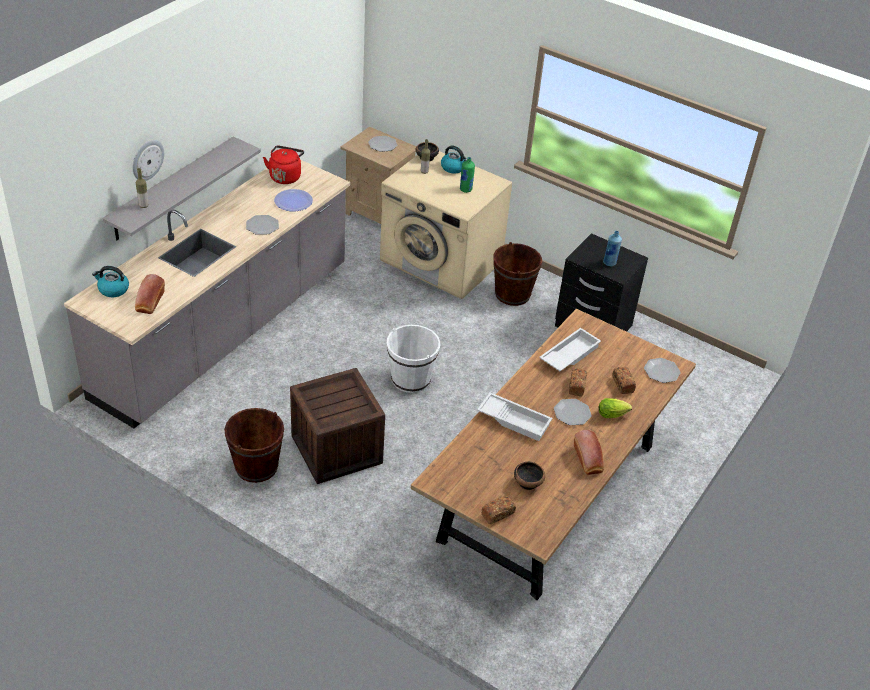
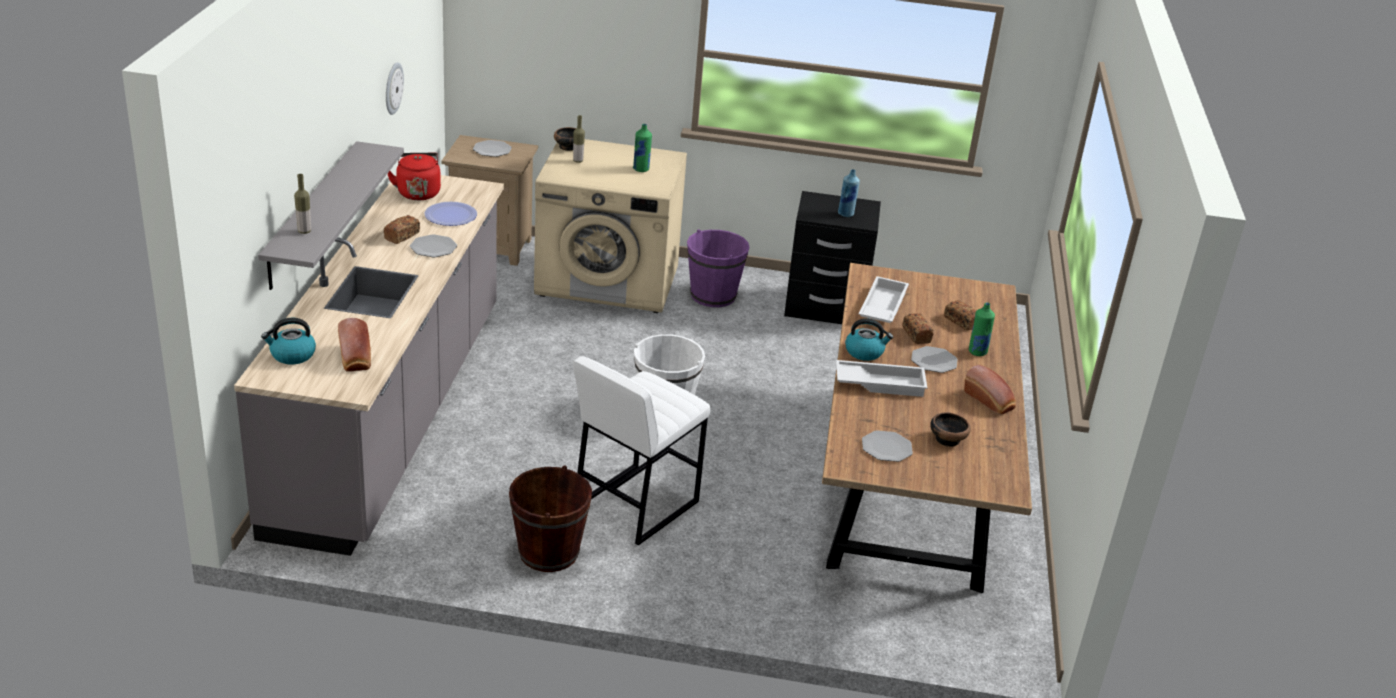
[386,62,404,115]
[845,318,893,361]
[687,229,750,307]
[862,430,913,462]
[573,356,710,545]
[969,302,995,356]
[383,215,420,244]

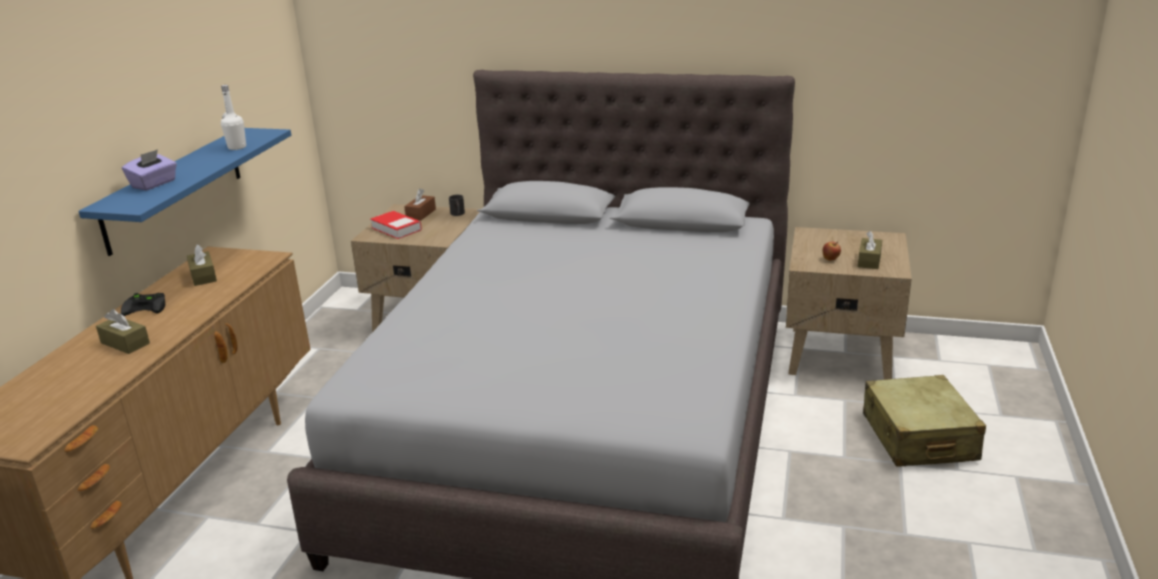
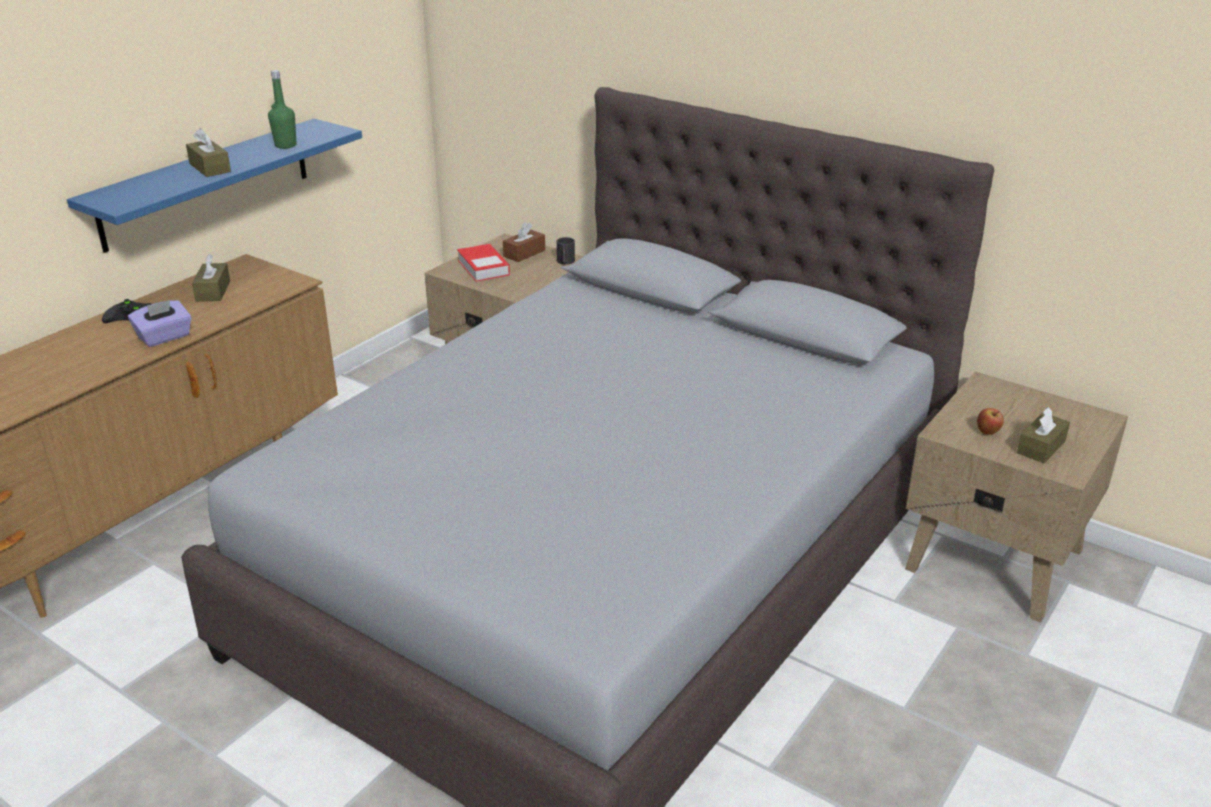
[268,70,297,149]
[128,300,192,347]
[186,128,231,177]
[863,375,986,467] (first image)

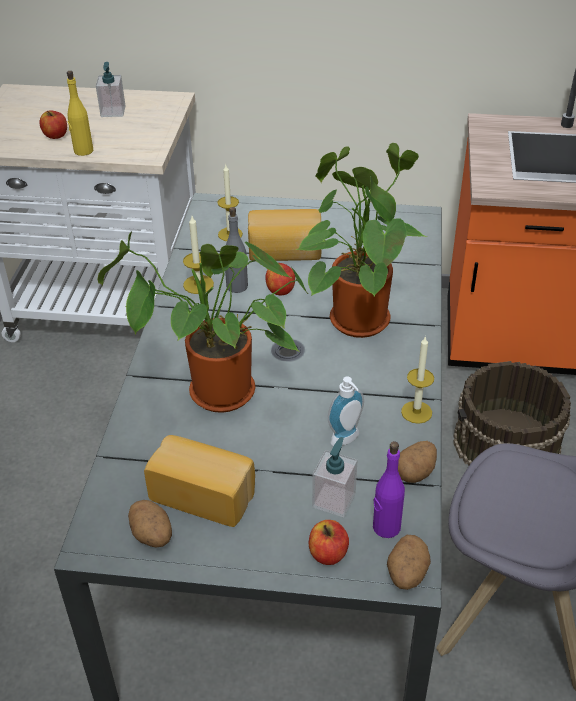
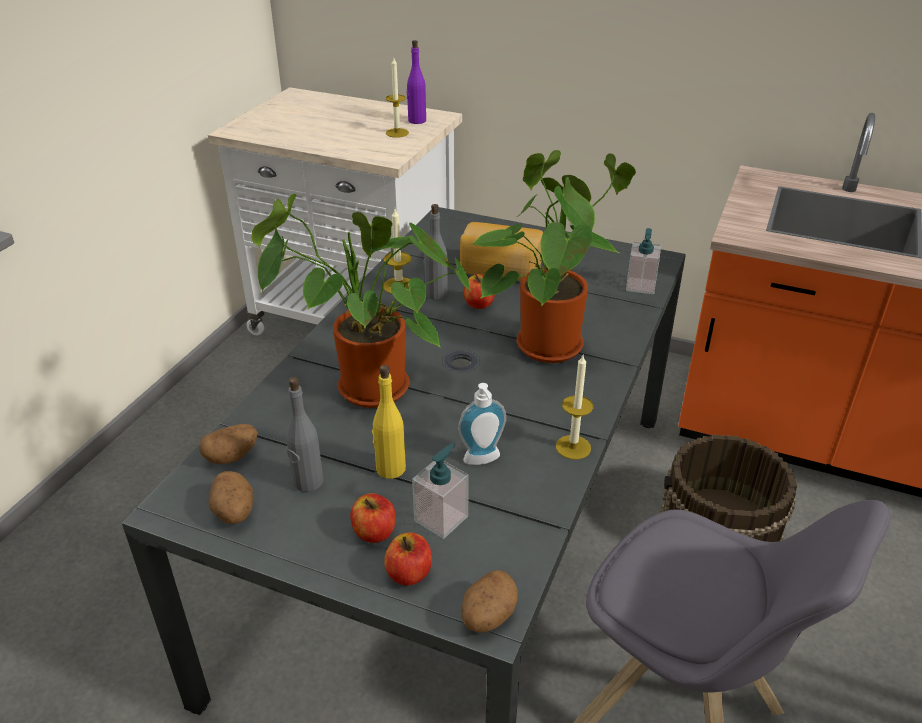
[626,228,661,294]
[372,365,406,479]
[350,493,396,543]
[386,58,409,138]
[286,377,324,492]
[407,40,426,124]
[199,424,258,464]

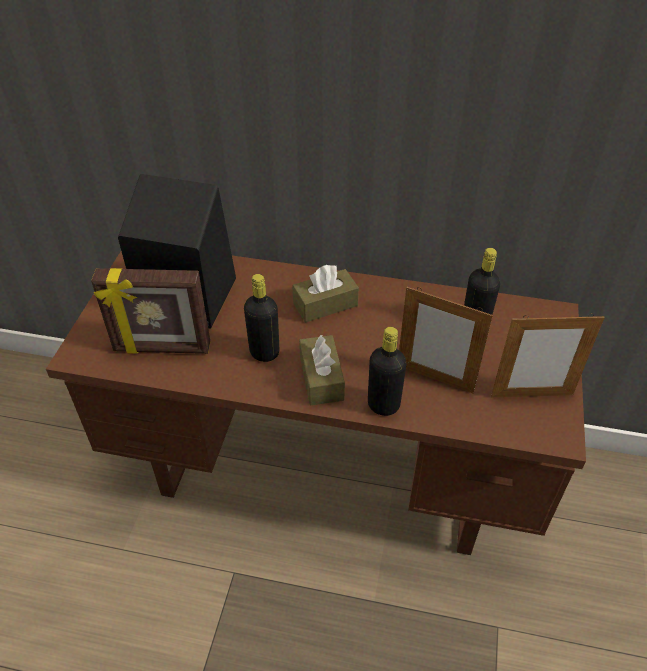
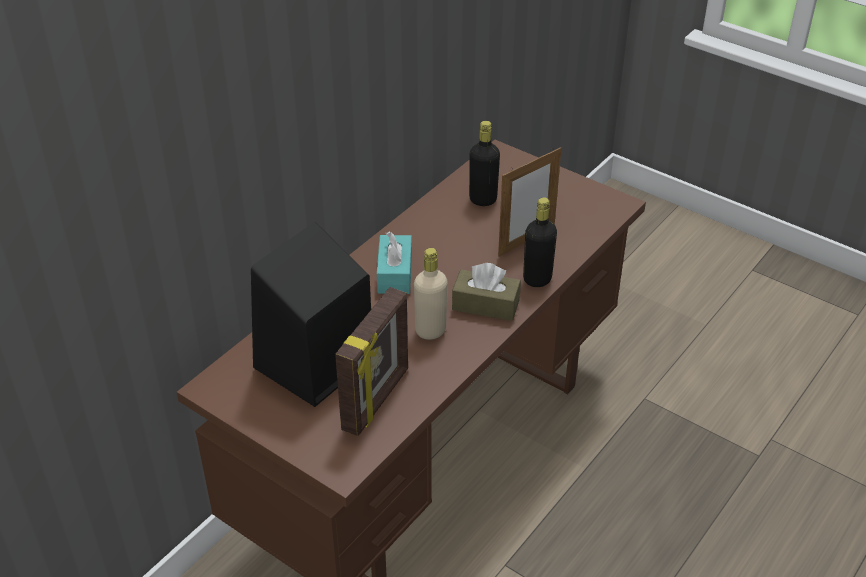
[377,231,412,294]
[414,248,448,340]
[491,313,605,397] (first image)

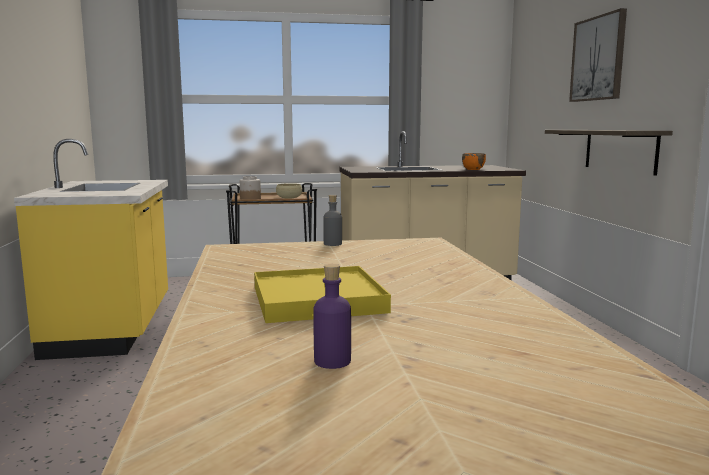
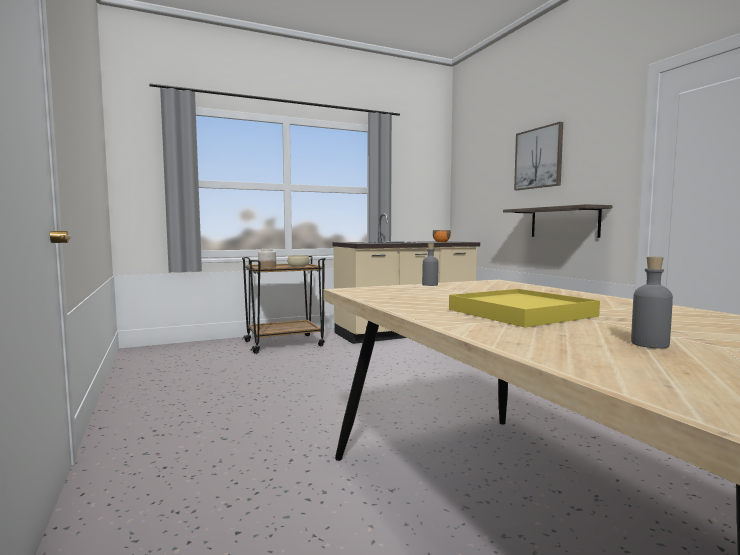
[14,139,168,360] (first image)
[631,257,673,348]

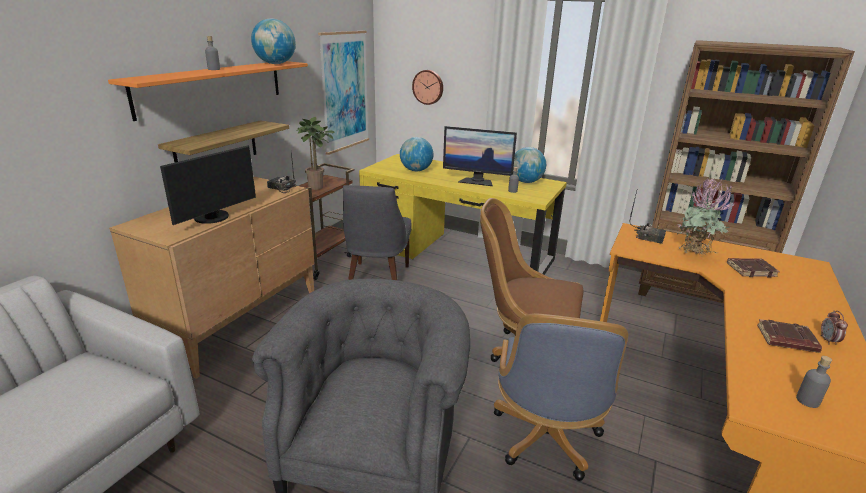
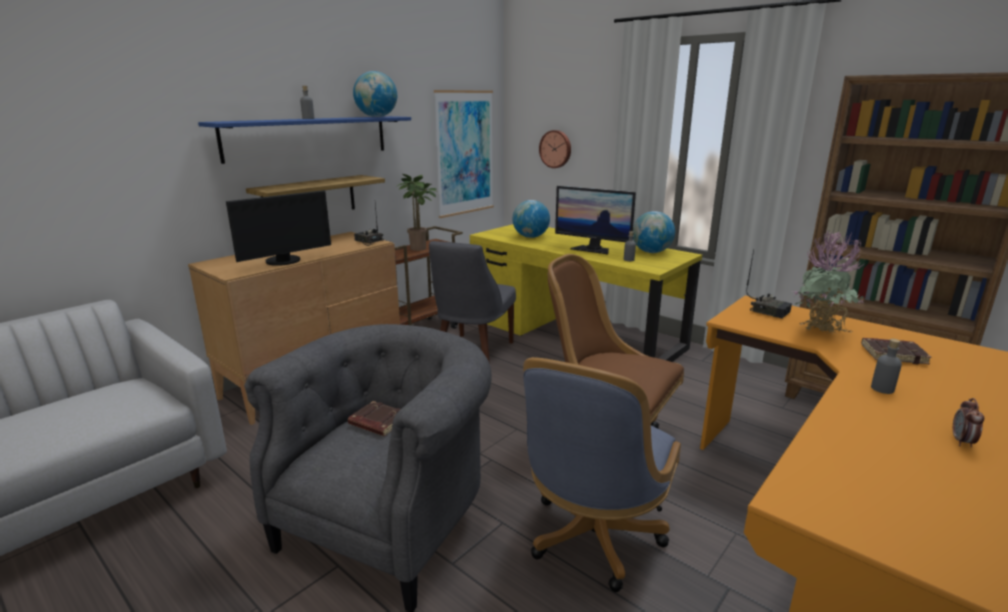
[198,116,411,164]
[348,401,401,436]
[871,339,902,394]

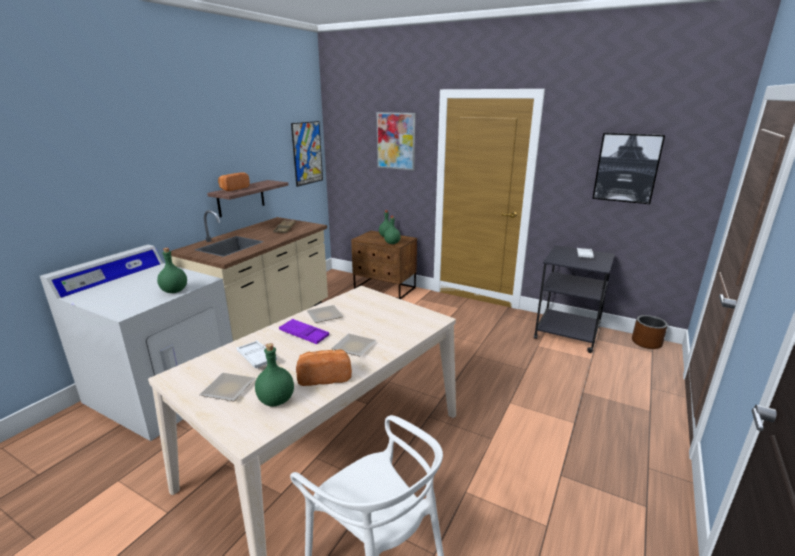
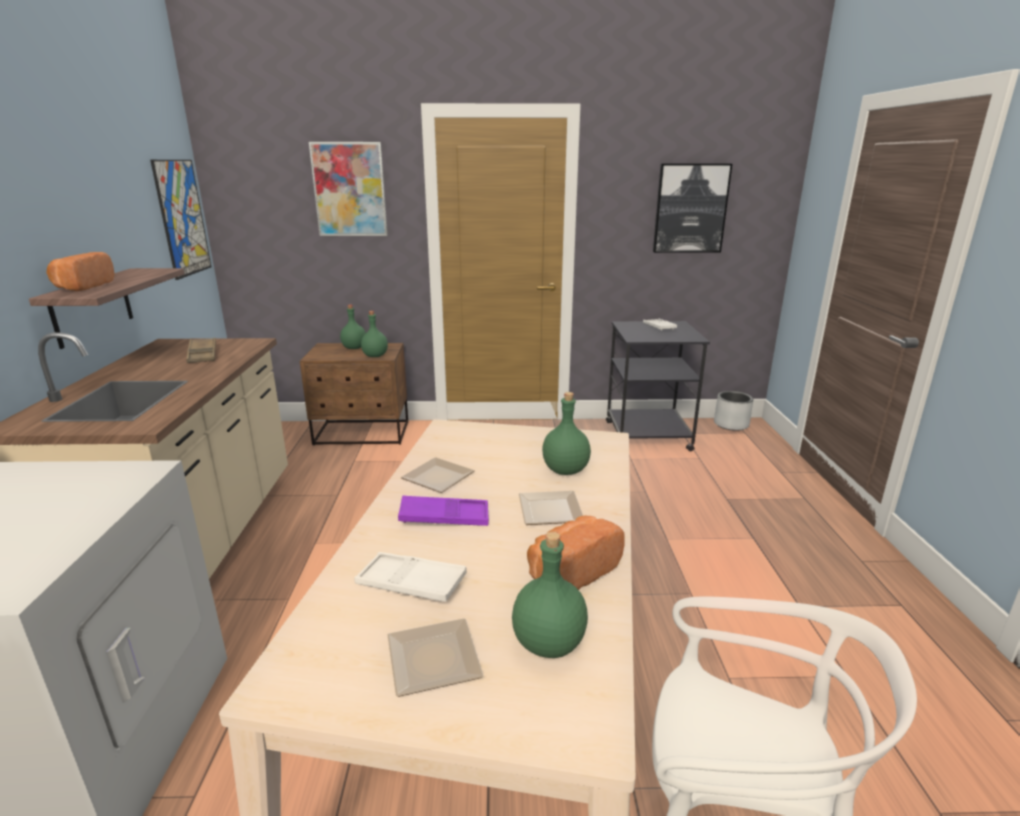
[542,392,591,475]
[714,391,753,431]

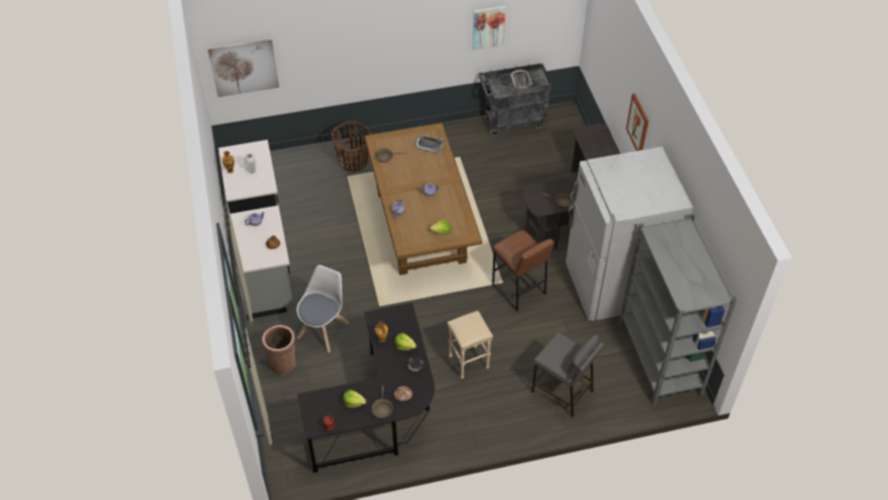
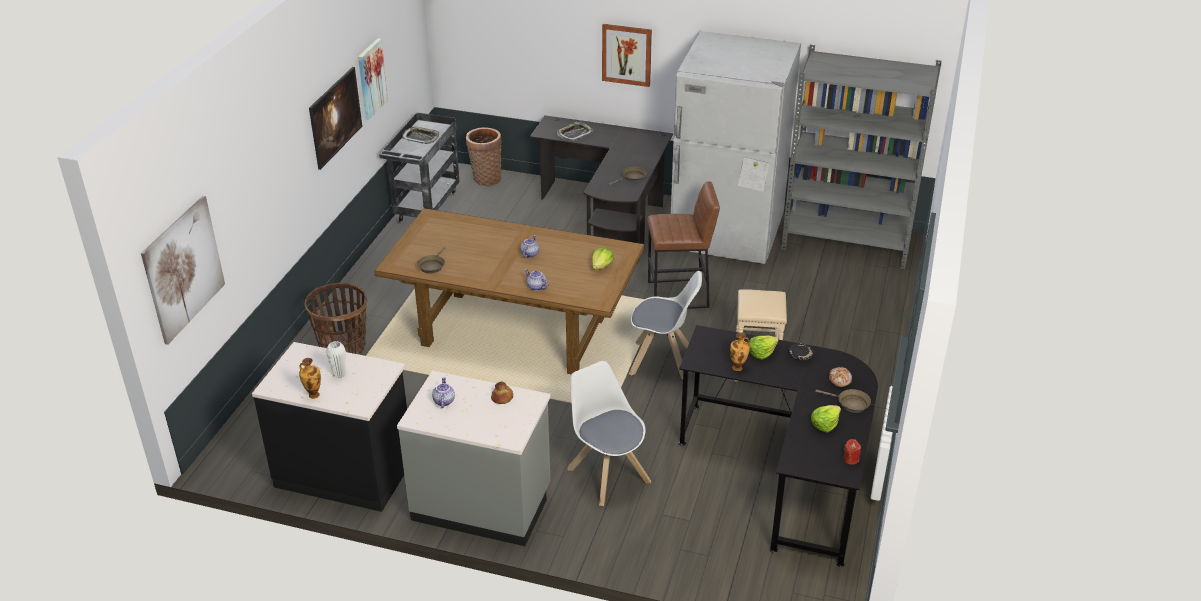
[557,122,593,140]
[466,127,502,186]
[532,332,604,417] (first image)
[309,67,362,170]
[629,271,702,379]

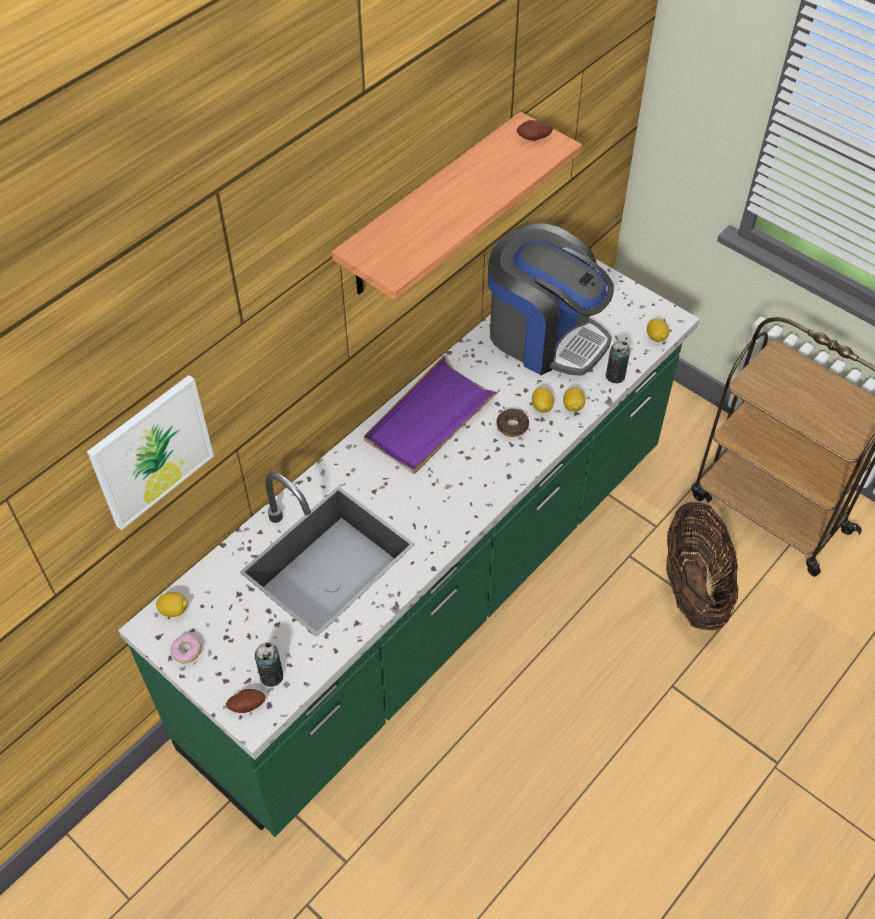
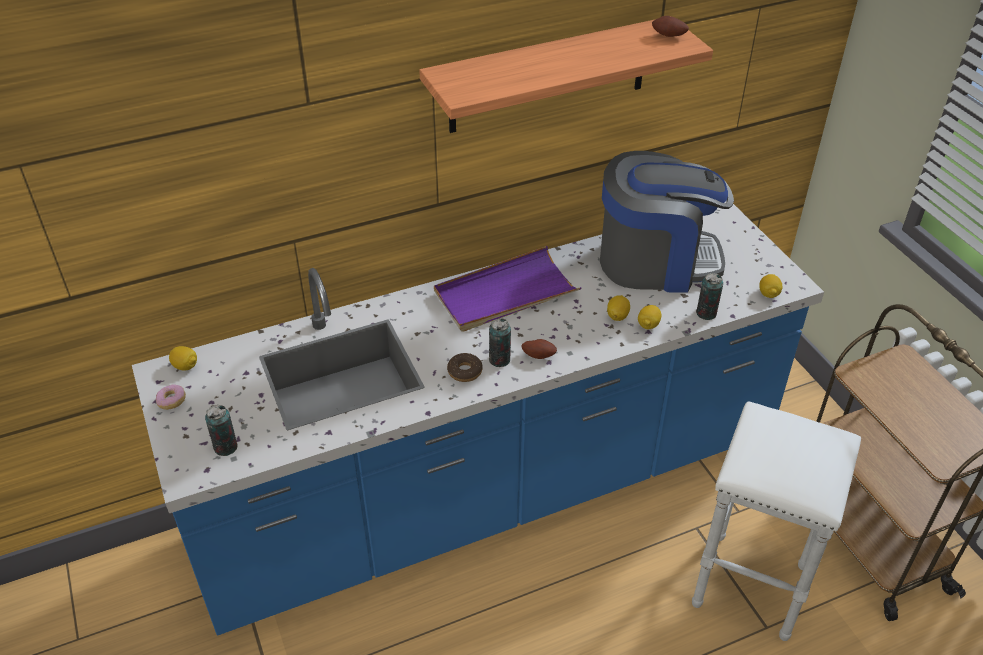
[600,151,734,292]
[132,201,824,636]
[87,375,214,530] (first image)
[447,353,483,382]
[692,401,861,641]
[521,339,557,359]
[489,318,511,367]

